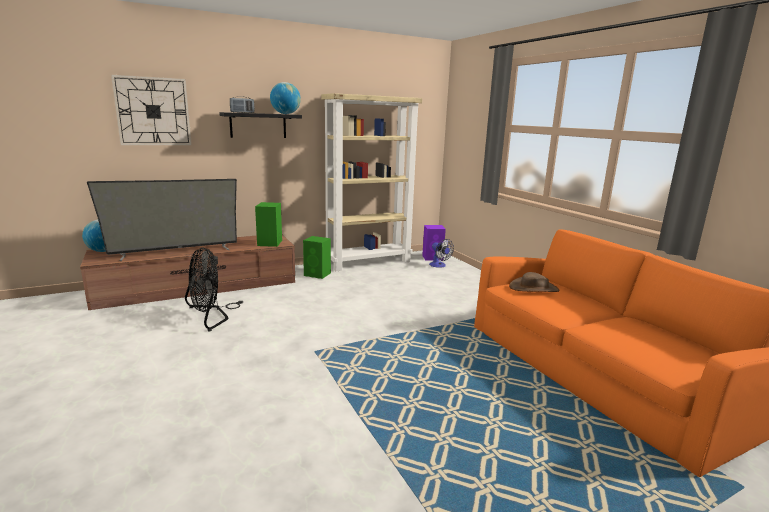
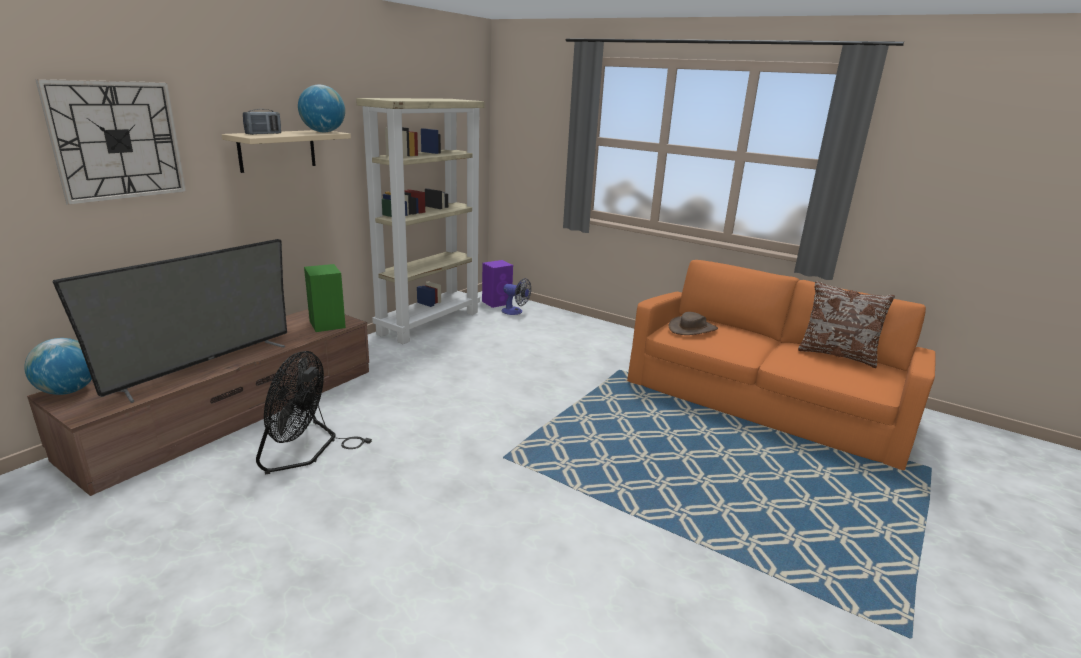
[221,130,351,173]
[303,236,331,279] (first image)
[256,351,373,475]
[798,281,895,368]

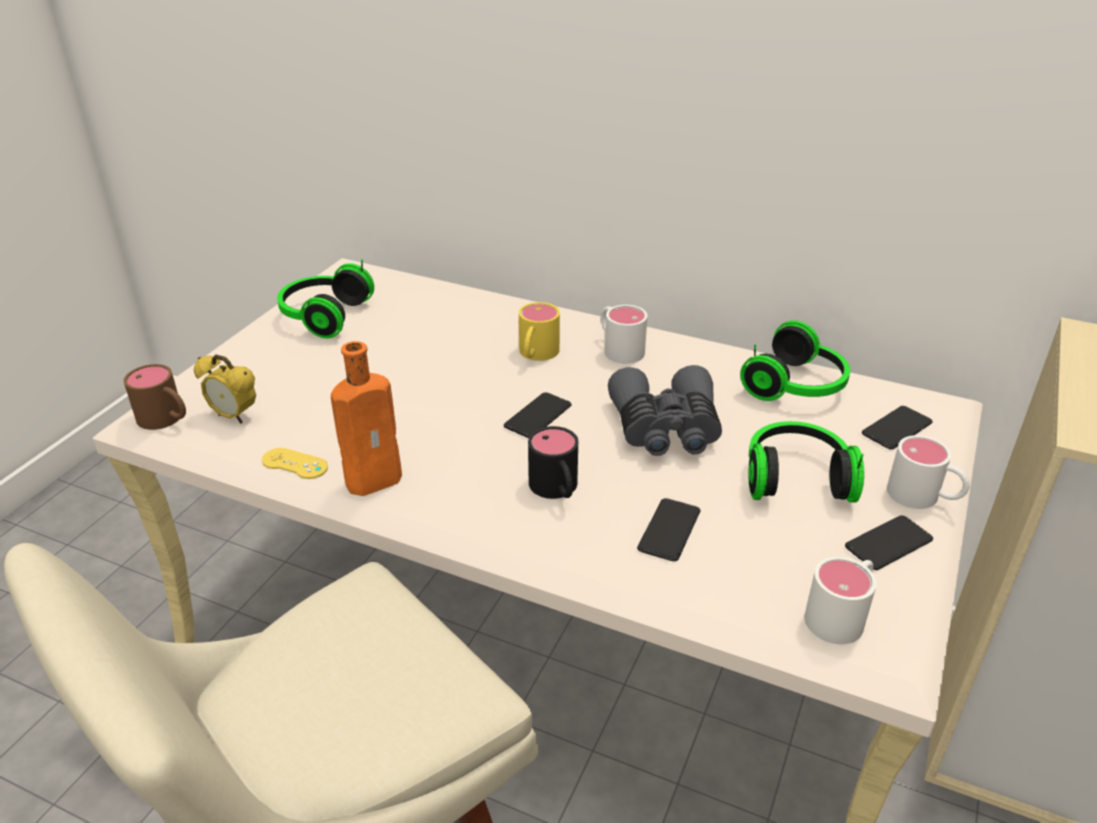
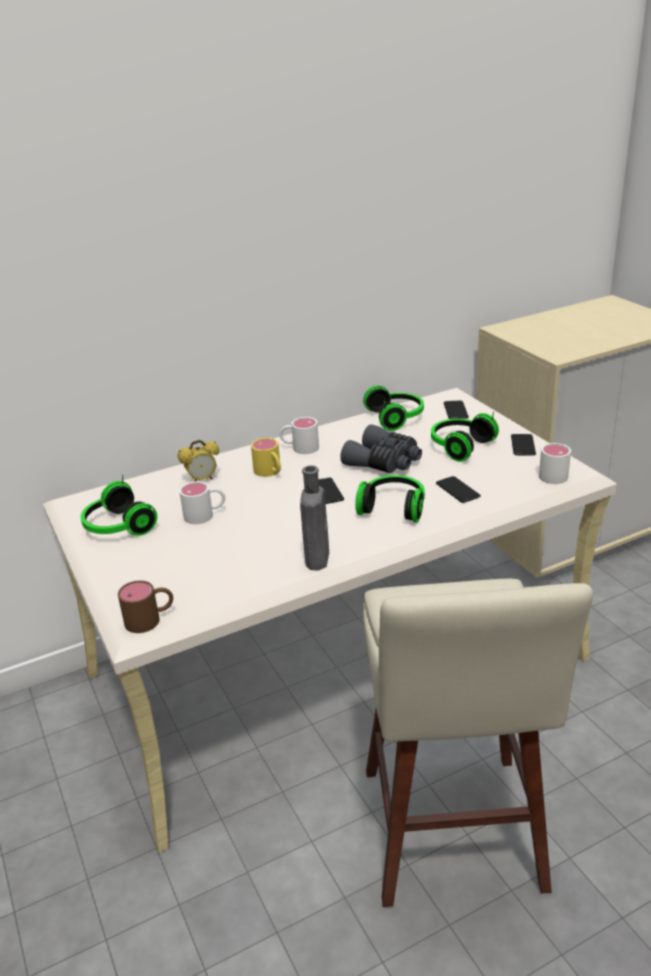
[300,465,329,570]
[177,440,219,481]
[355,475,425,523]
[179,481,225,524]
[262,448,328,479] (first image)

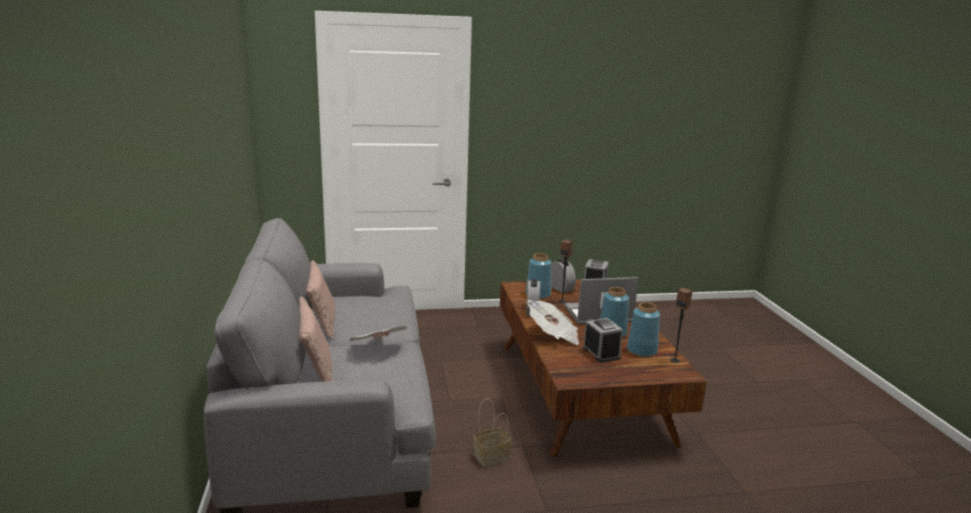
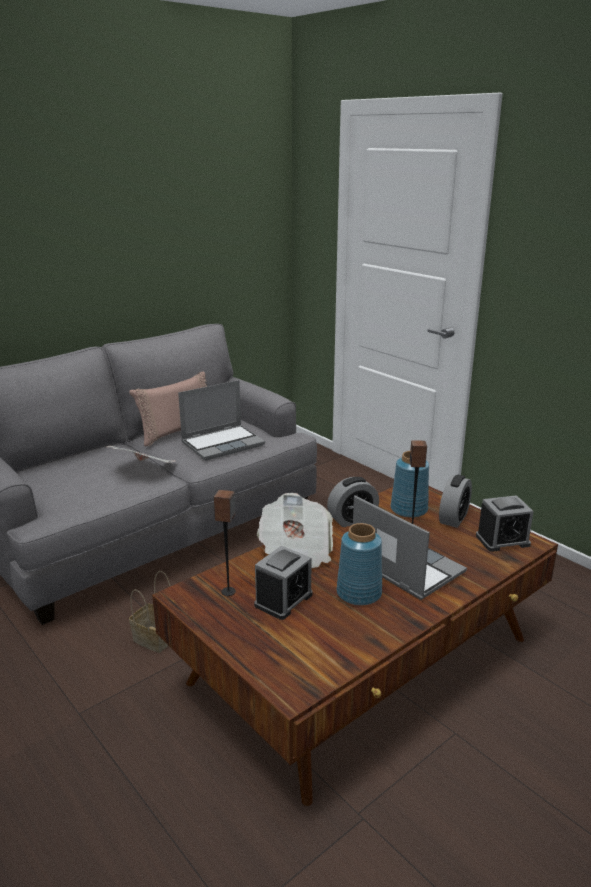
[214,490,236,596]
[299,297,333,382] (first image)
[627,302,660,357] (first image)
[178,380,265,461]

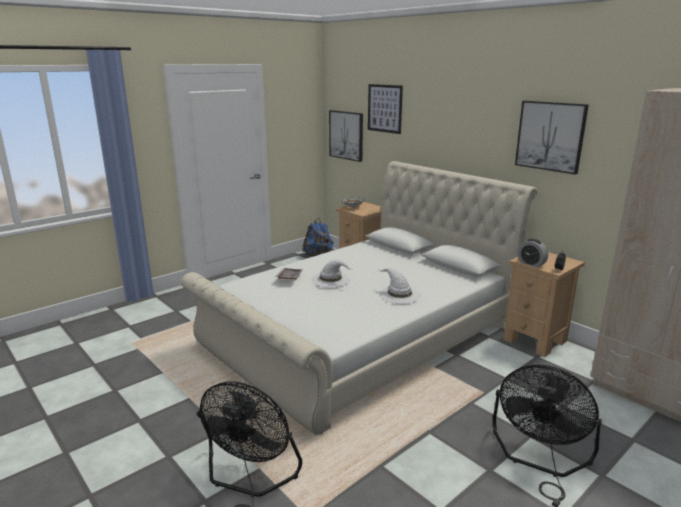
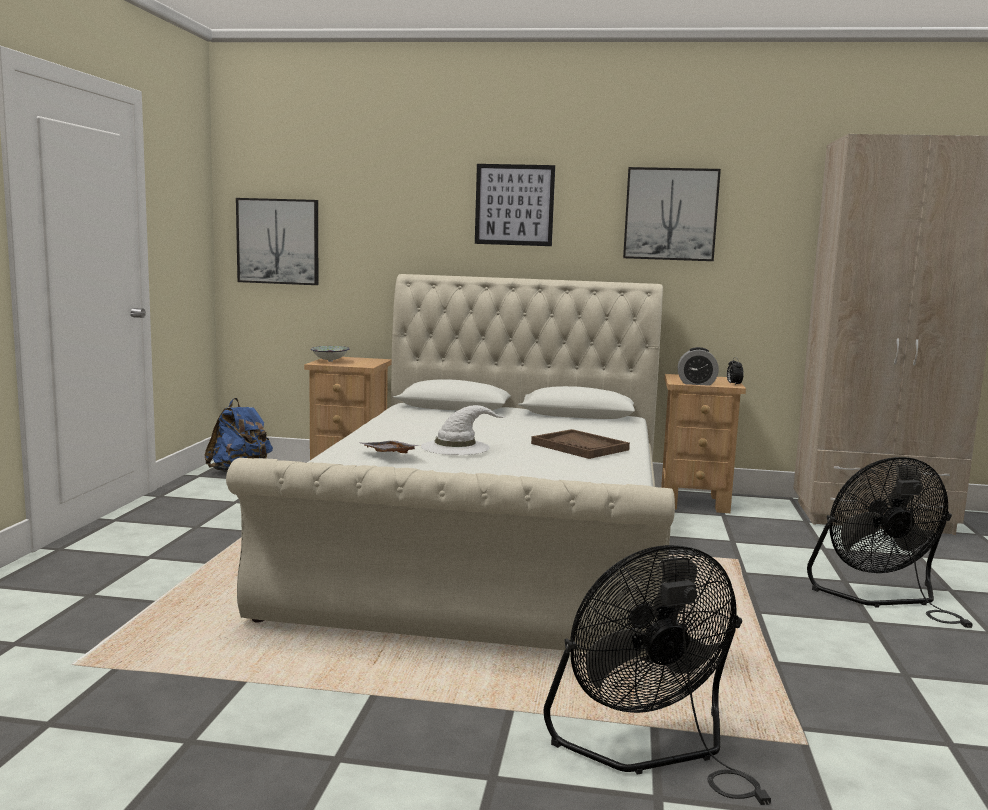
[475,164,555,246]
[531,429,630,459]

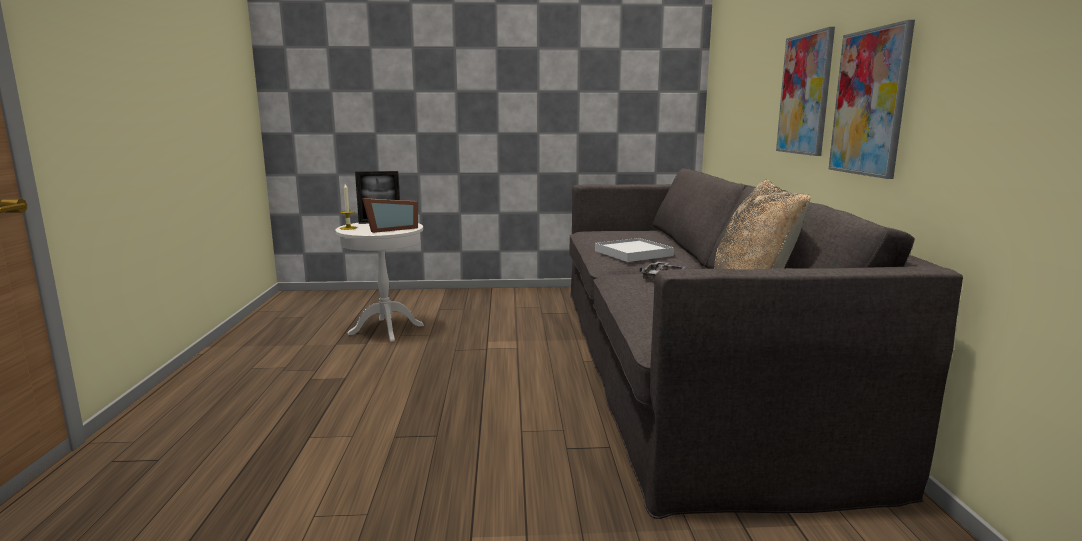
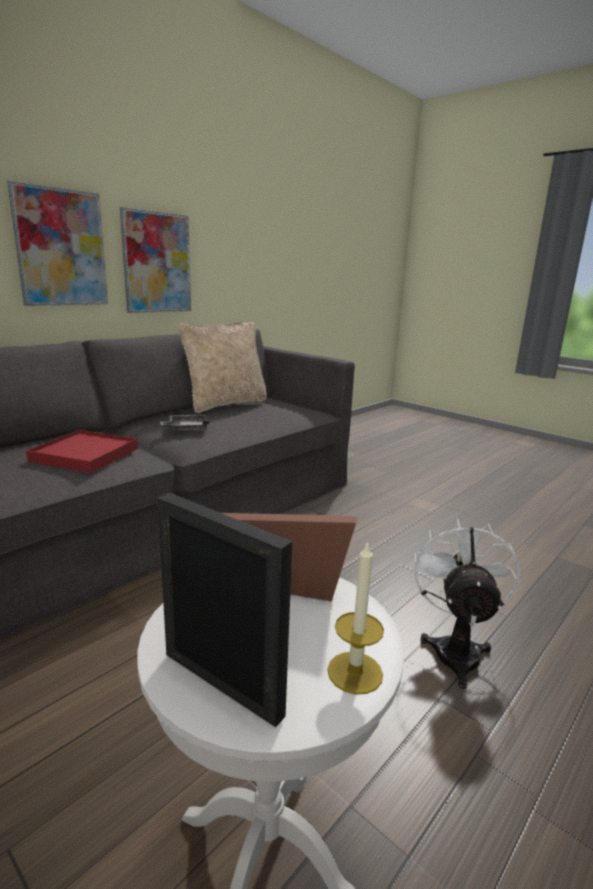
[26,430,138,473]
[415,519,520,689]

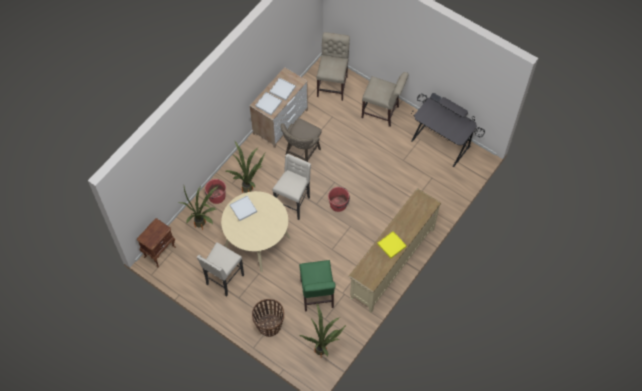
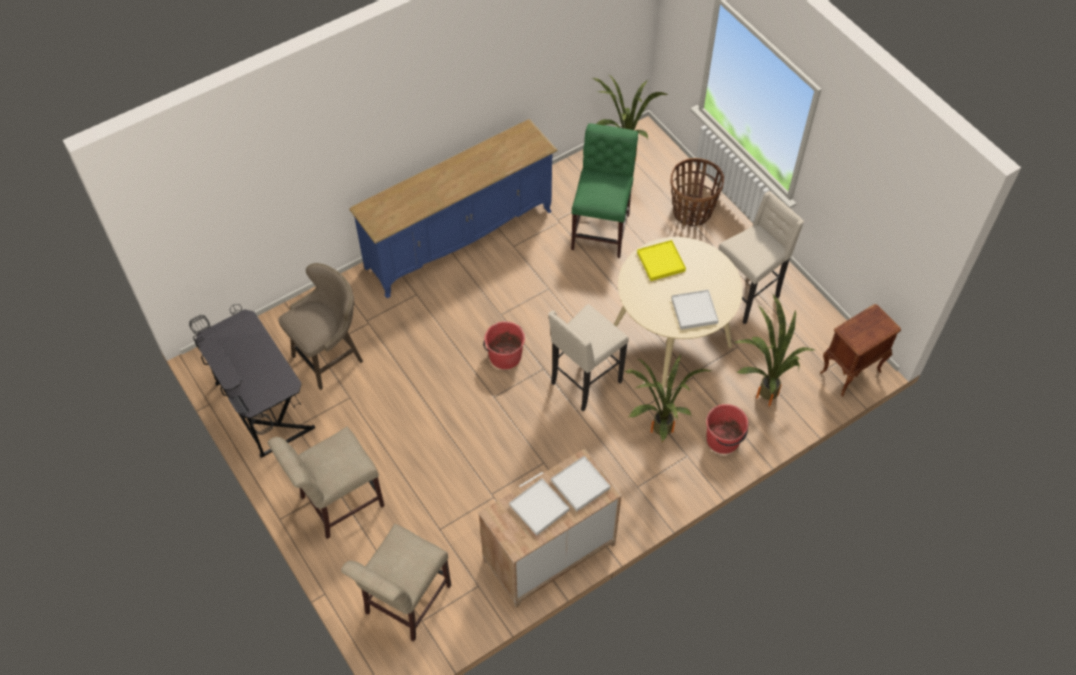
[268,427,384,539]
[278,263,363,390]
[349,119,558,298]
[637,240,686,281]

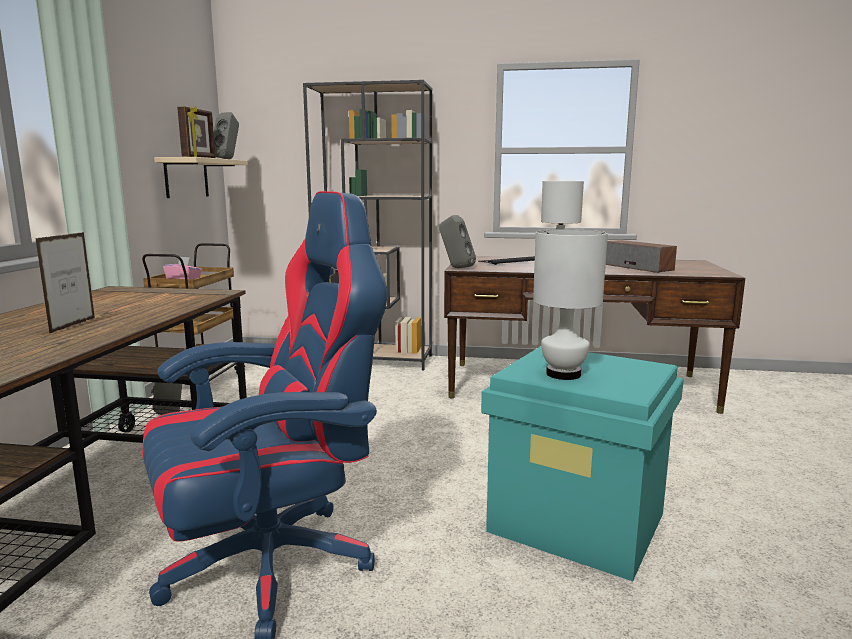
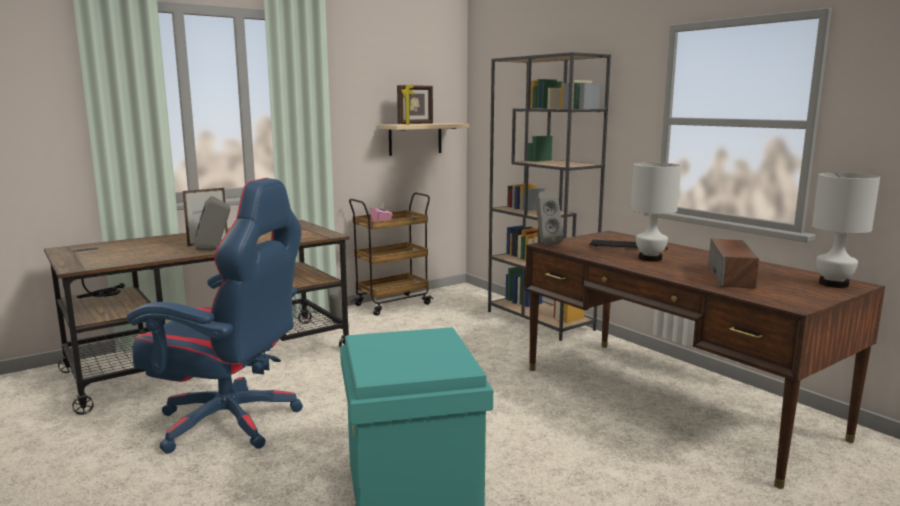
[192,196,230,251]
[812,173,880,288]

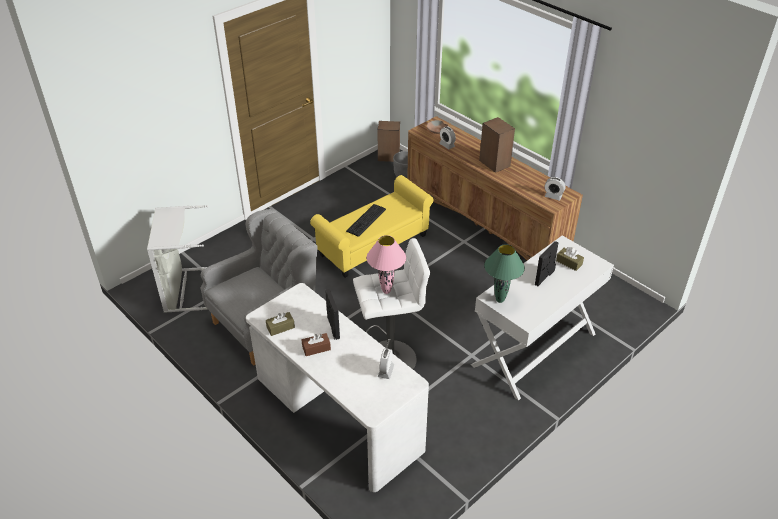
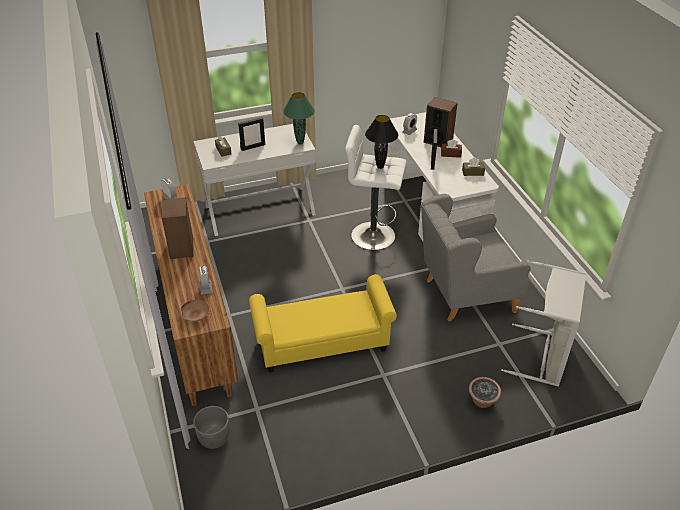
[424,97,458,147]
[346,204,386,237] (first image)
[365,115,398,169]
[469,377,501,408]

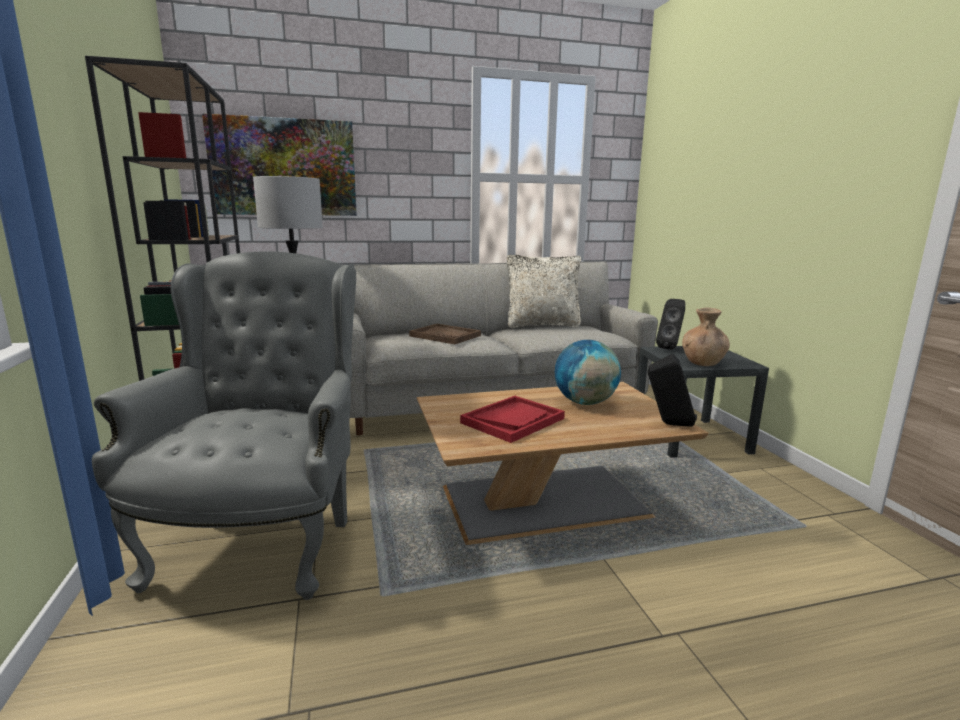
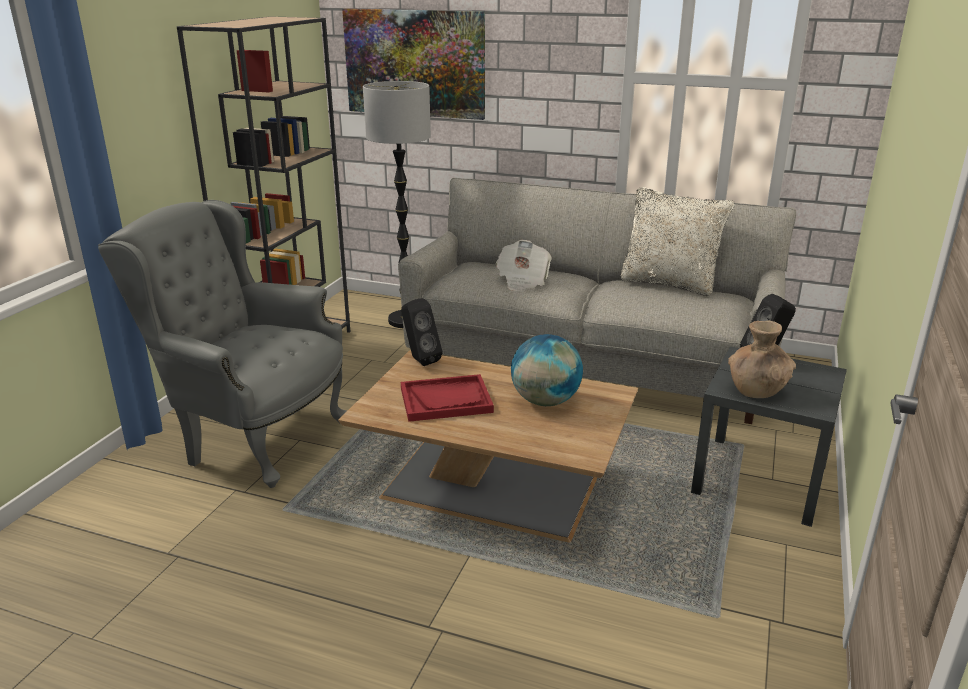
[98,200,347,488]
[496,240,552,291]
[401,298,442,366]

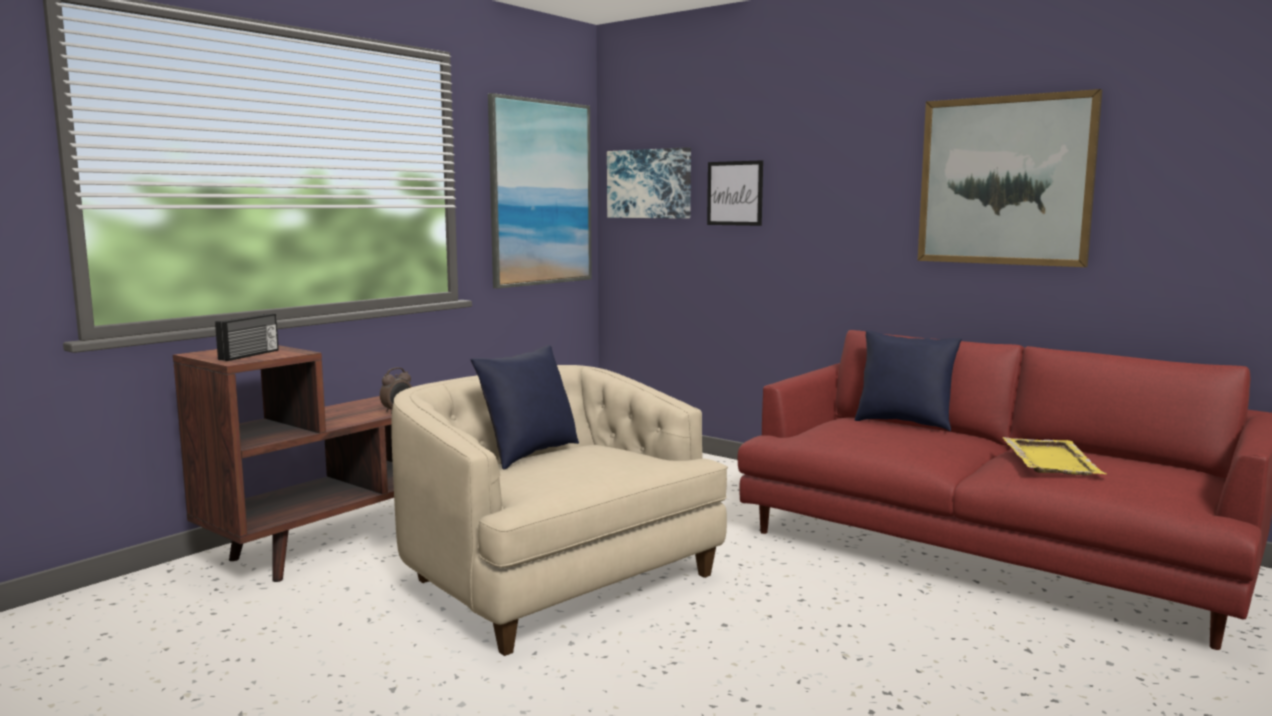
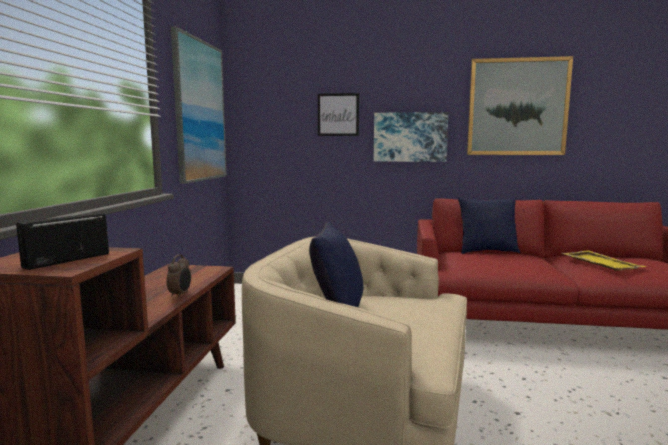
[374,112,448,162]
[16,213,109,270]

